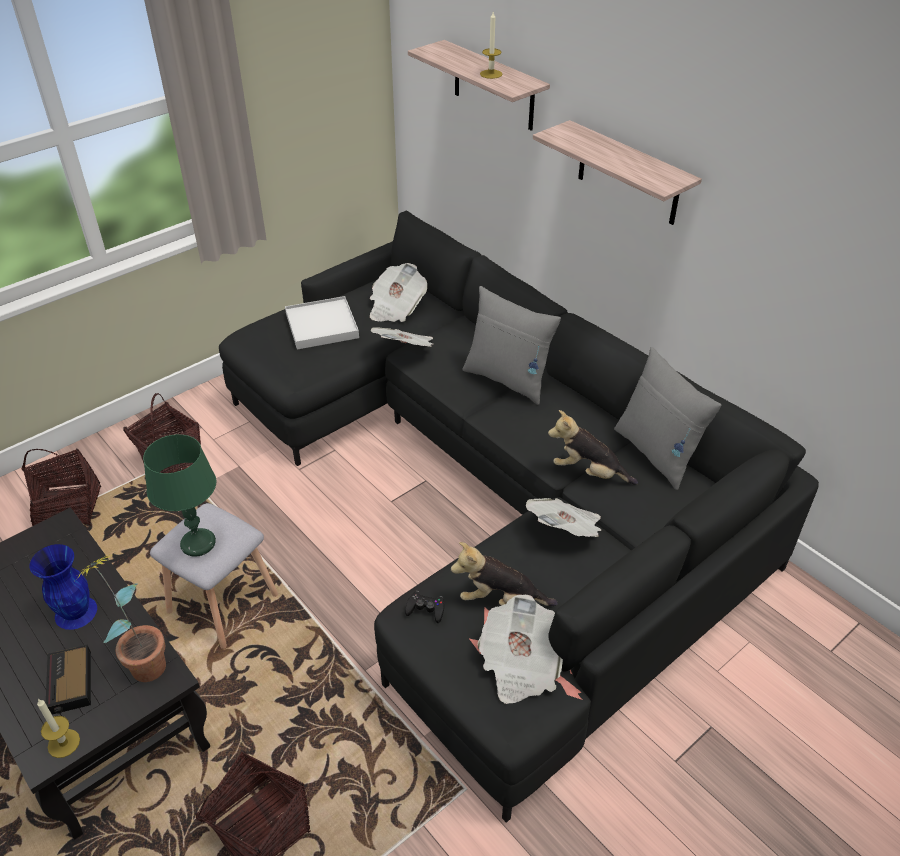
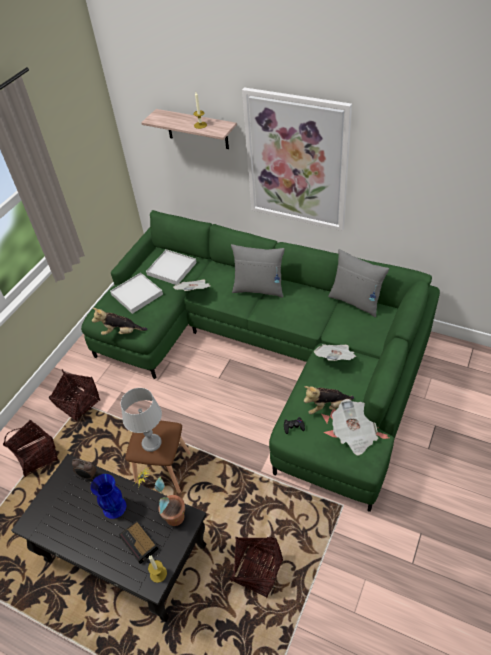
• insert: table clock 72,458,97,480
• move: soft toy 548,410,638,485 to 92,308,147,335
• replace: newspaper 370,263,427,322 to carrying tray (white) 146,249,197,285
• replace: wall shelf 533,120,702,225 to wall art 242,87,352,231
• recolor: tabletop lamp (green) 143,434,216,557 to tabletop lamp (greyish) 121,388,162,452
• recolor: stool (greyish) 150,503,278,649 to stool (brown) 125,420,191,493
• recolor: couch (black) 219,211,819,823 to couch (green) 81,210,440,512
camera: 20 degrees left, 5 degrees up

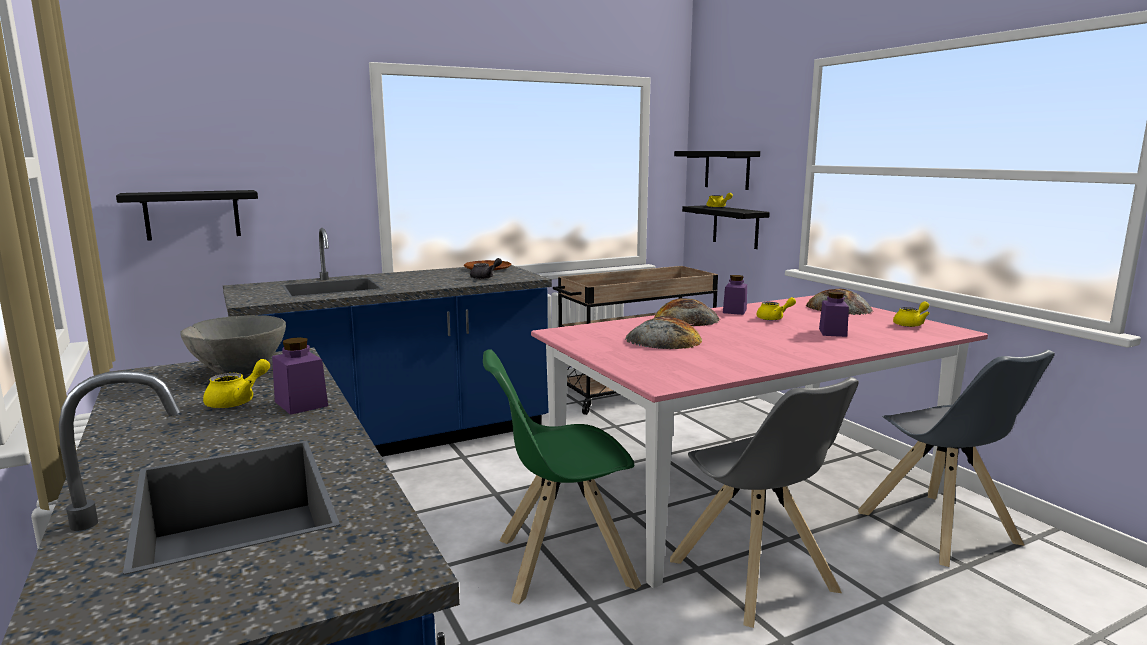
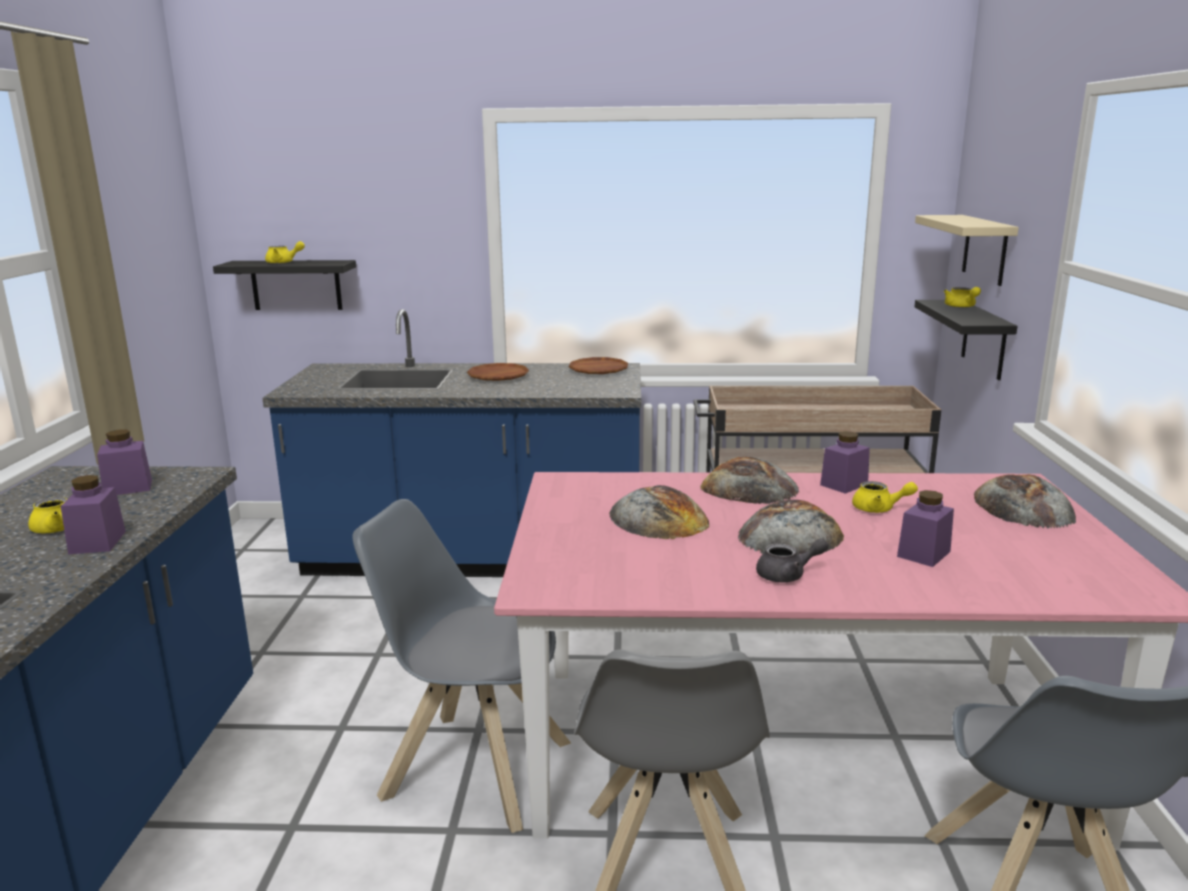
• insert: flat dish (brown) 467,363,529,381
• insert: bakery bread 738,500,844,556
• move: tea pot (greyish) 470,258,502,279 to 756,538,828,582
• move: tea pot (yellow) 893,301,930,327 to 265,241,305,264
• replace: deep dish (greyish) 180,315,286,375 to preserve jar (purplish) 97,430,152,495
• recolor: plain chair (green) 483,349,641,604 to plain chair (greyish) 352,499,571,833
• recolor: wall shelf (black) 674,151,760,190 to wall shelf (beige-coloured) 915,215,1019,286
camera: 30 degrees right, 5 degrees up

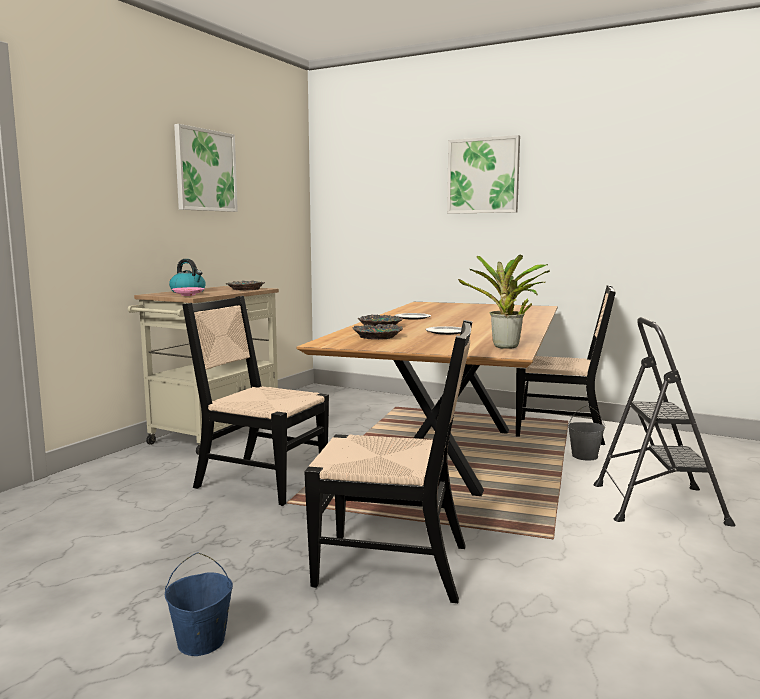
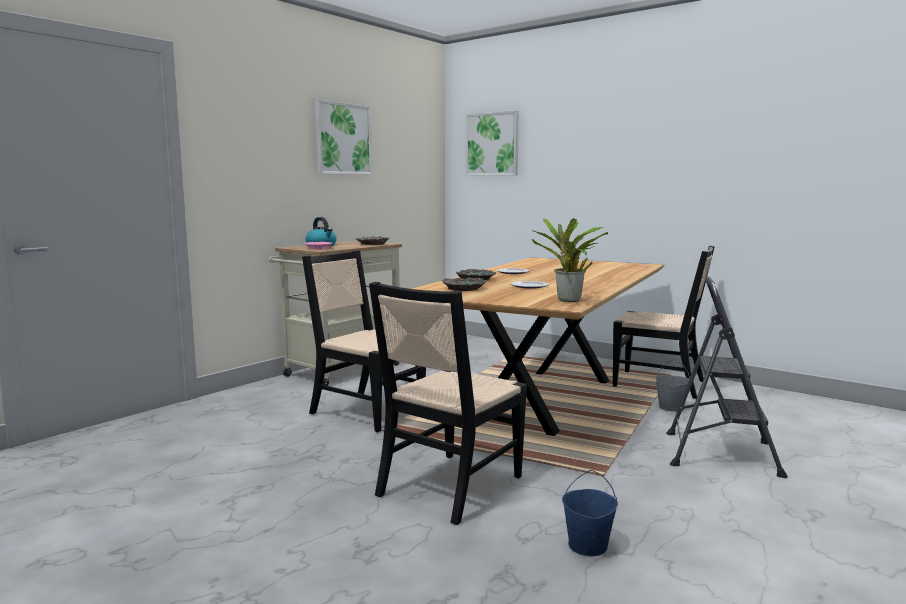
• move: pail (blue) 165,552,233,656 to 562,470,618,557
• move: wall art 447,135,520,214 to 465,110,519,176
• rotate: plain chair 305,320,472,603 = 369,282,527,525 105 degrees clockwise
camera: 10 degrees right, 0 degrees up

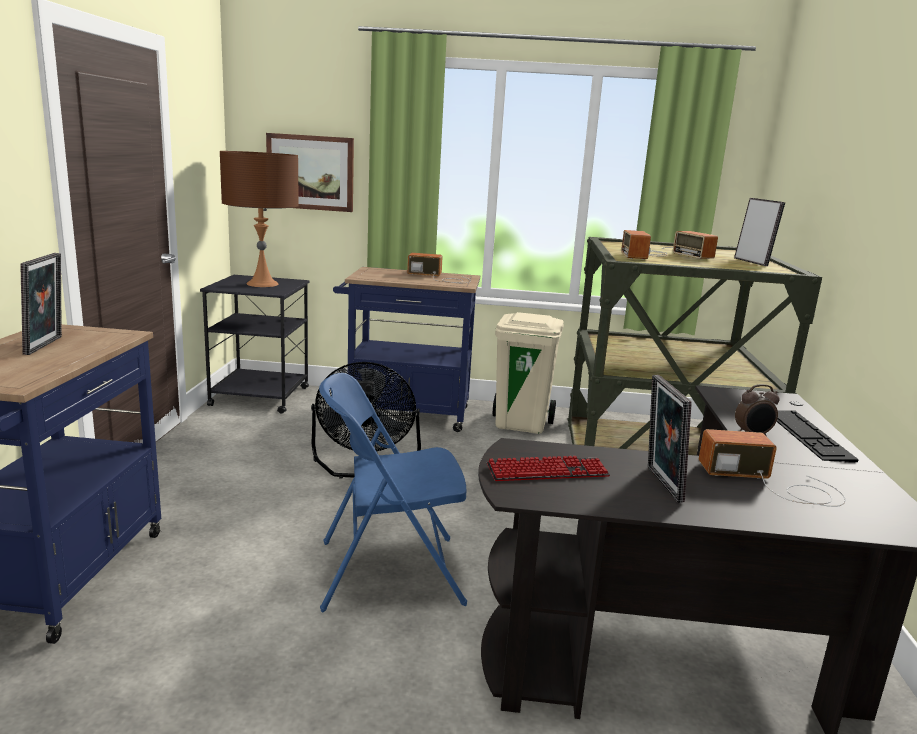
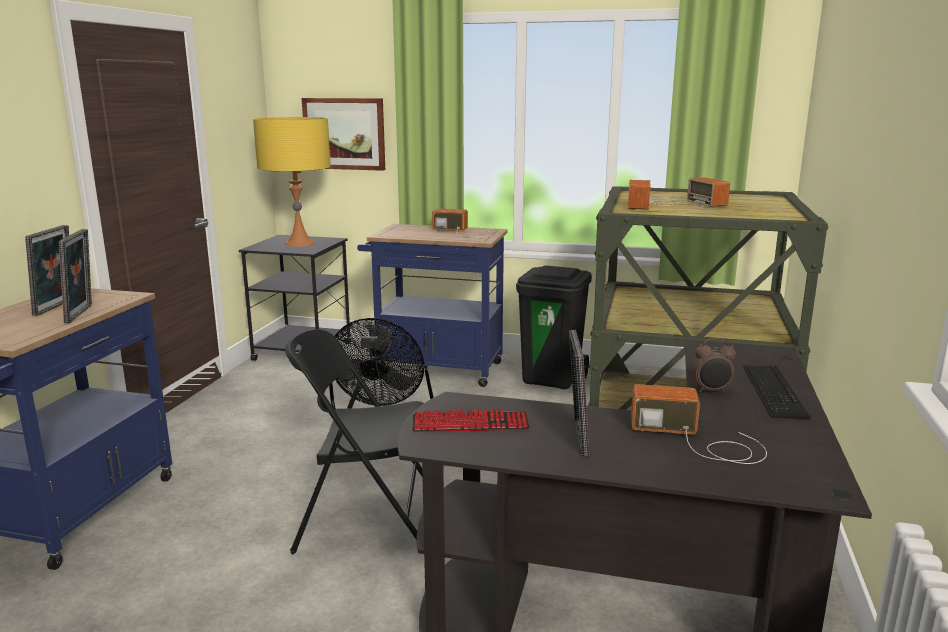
• move: picture frame 734,198,785,266 to 59,229,92,323
• recolor: tabletop lamp (brown) 220,151,299,287 to tabletop lamp (yellow) 253,117,331,247
• recolor: plain chair (blue) 319,373,467,613 to plain chair (black) 285,329,424,554
• recolor: waste bin (beige-coloured) 493,312,564,434 to waste bin (black) 516,265,592,389
camera: 10 degrees right, 0 degrees up

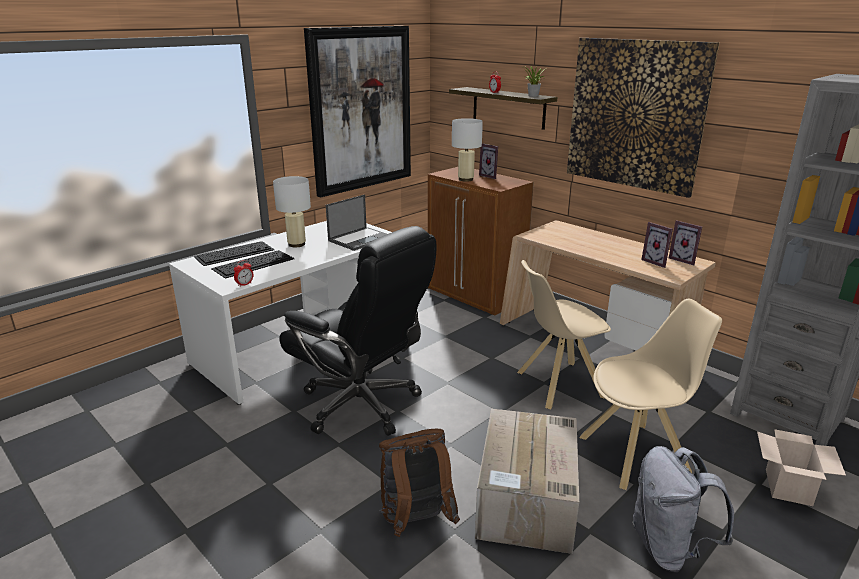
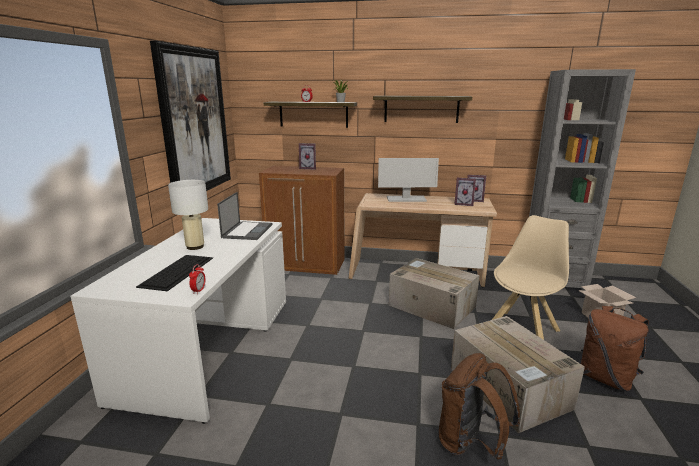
• delete: computer keyboard 194,241,274,266
• delete: office chair (black) 279,226,436,436
• delete: tabletop lamp (white) 452,118,483,182
• insert: monitor 378,158,439,202
• replace: plain chair (beige-coloured) 517,260,611,409 to carton 389,258,480,329
• replace: wall art 567,38,719,198 to wall shelf 373,96,472,123
• recolor: rucksack (greyish) 632,446,734,572 to rucksack (brown) 581,306,649,391
camera: 35 degrees left, 5 degrees down

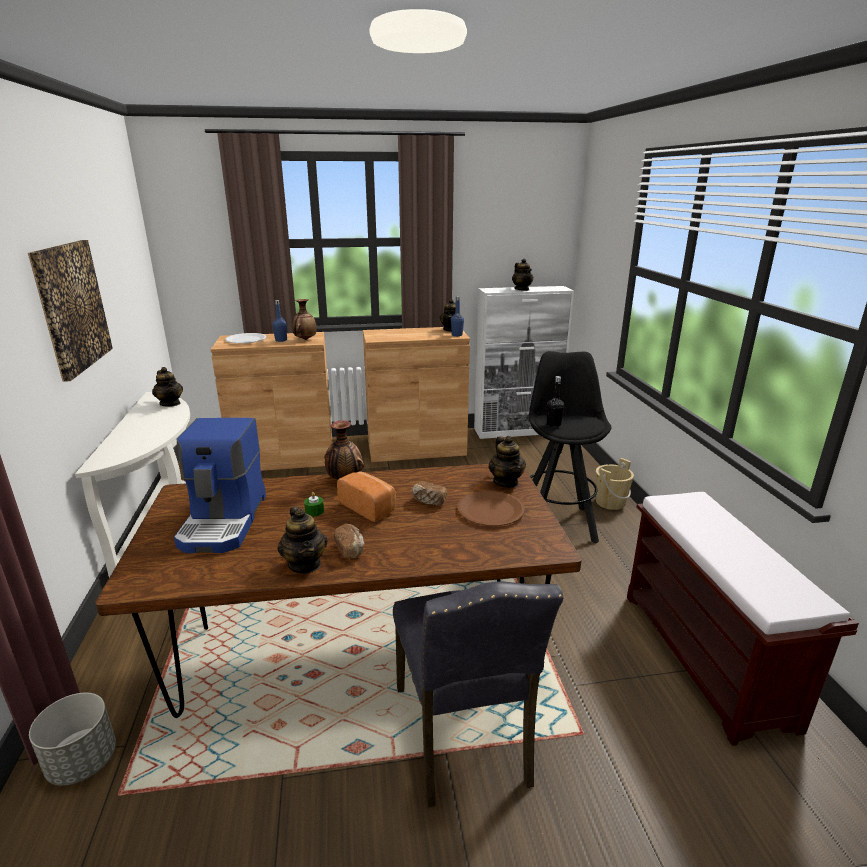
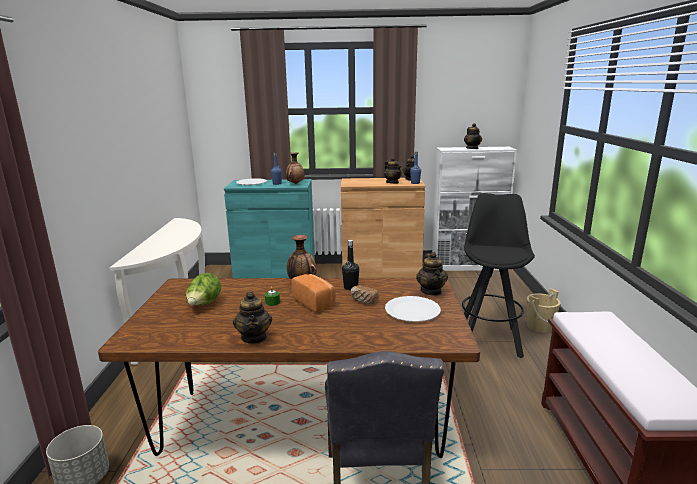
• delete: wall art 28,240,113,382
• delete: bakery bread 333,524,364,558
• move: tea pot 152,367,183,407 to 384,157,402,184
• move: bottle (black) 547,376,565,427 to 342,240,359,290
• replace: coffee machine 174,418,266,553 to head of lettuce 186,273,221,305
• recolor: cabinet (brown) 210,332,333,471 to cabinet (blue-green) 224,179,315,278
• recolor: flat dish (brown) 458,491,525,526 to flat dish (white) 385,296,441,322
camera: 10 degrees right, 5 degrees down

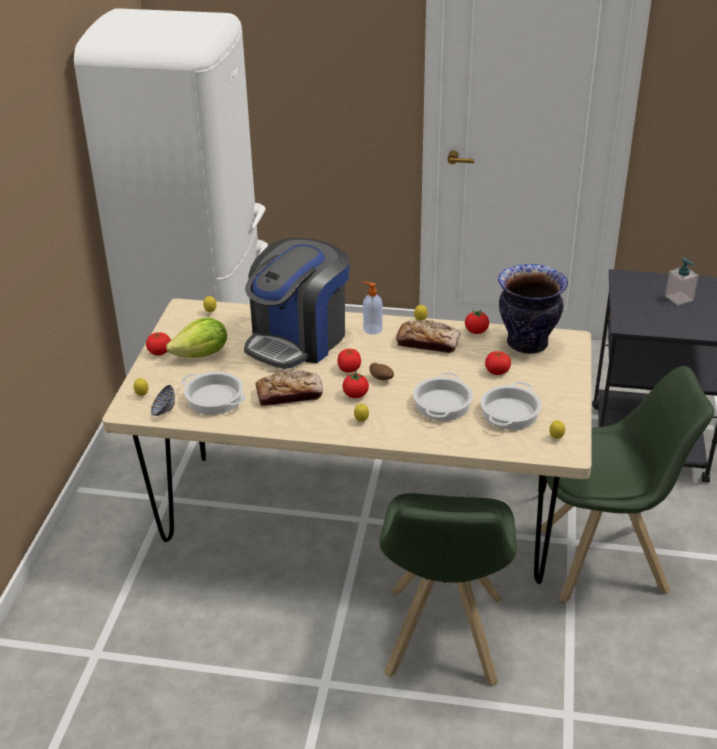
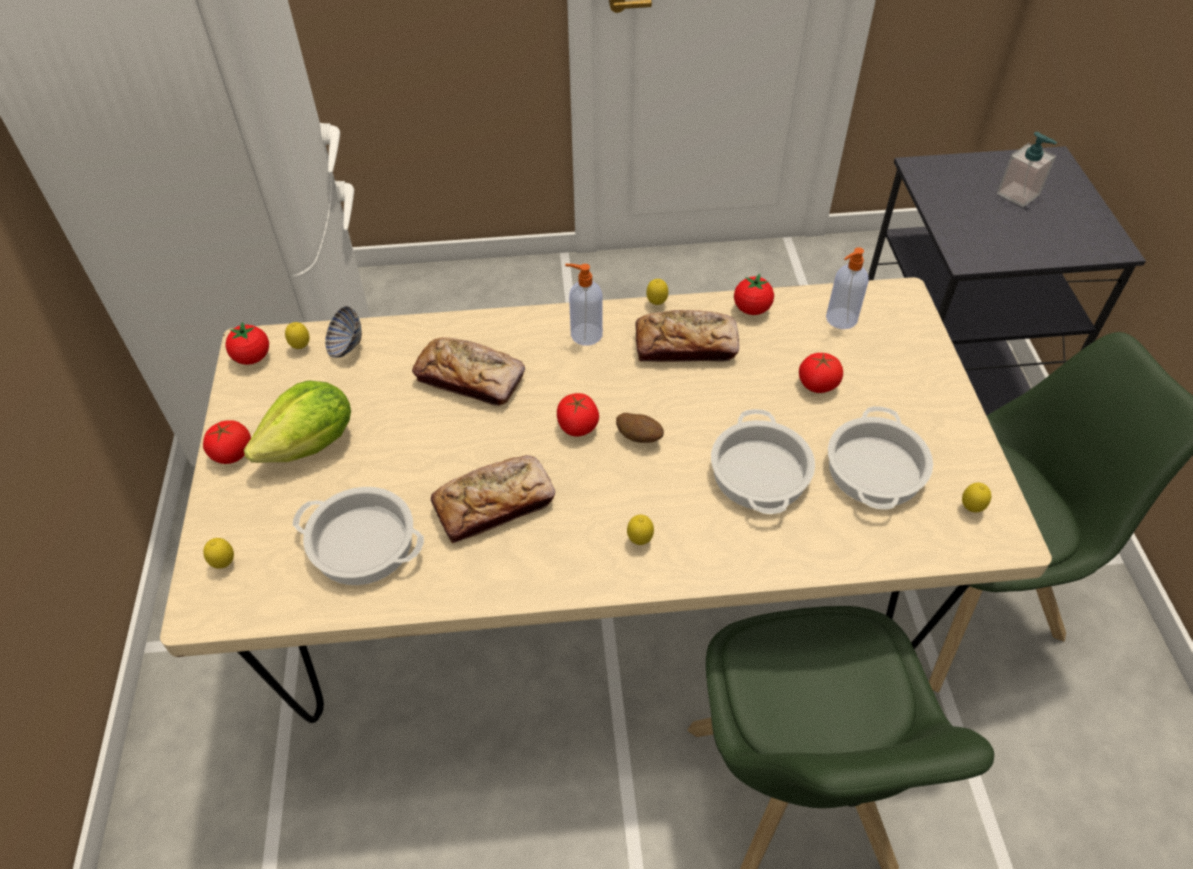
• move: deep dish 151,385,175,416 to 325,306,362,358
• move: tomato 342,372,369,398 to 225,322,269,365
• replace: coffee machine 244,238,349,369 to bakery bread 412,337,525,406
• replace: flower vase 498,264,568,354 to soap dispenser 826,247,869,329
camera: 15 degrees left, 15 degrees up

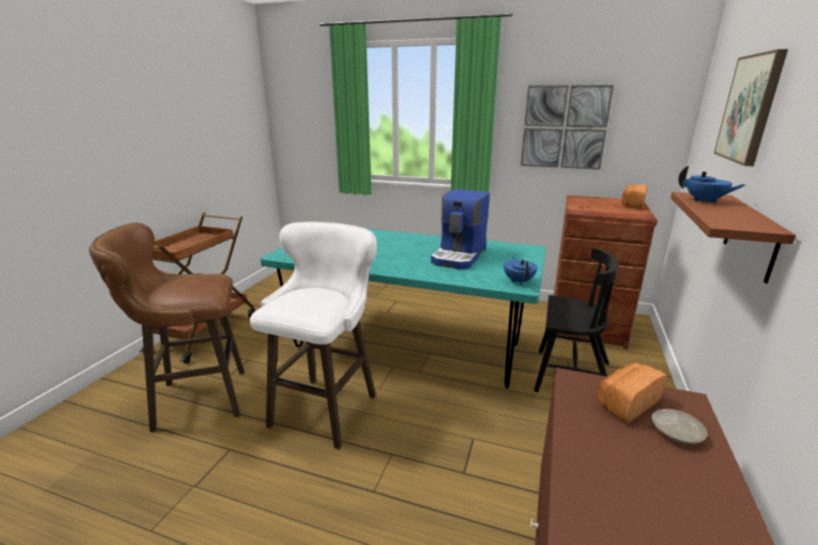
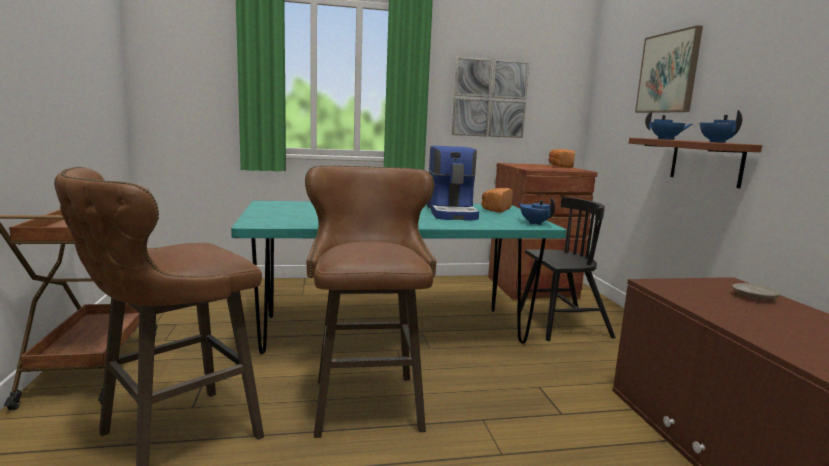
• insert: tea pot (blue) 699,110,742,143
• move: bakery bread 598,363,667,423 to 482,188,513,212
• recolor: stool (white) 250,222,377,449 to stool (brown) 305,166,436,438
camera: 30 degrees left, 10 degrees down

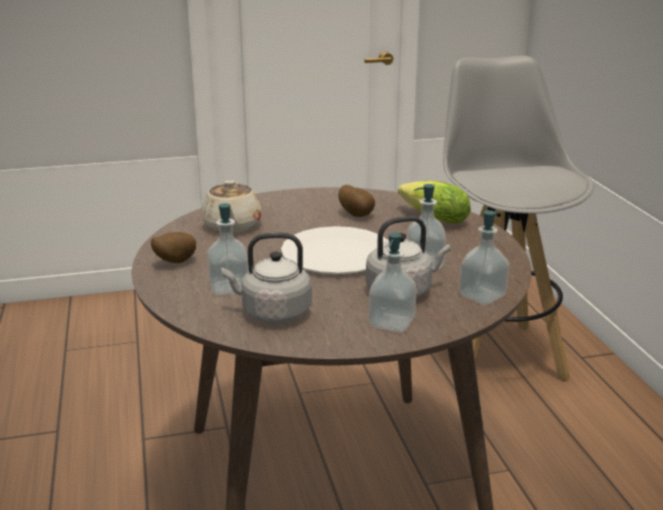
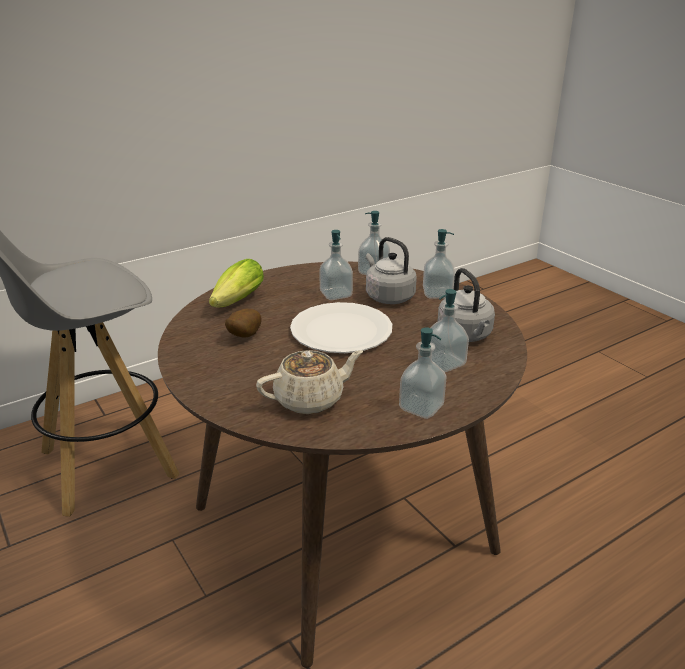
• replace: whole potato 150,232,196,263 to soap dispenser 399,327,447,419
camera: 110 degrees left, 5 degrees up

